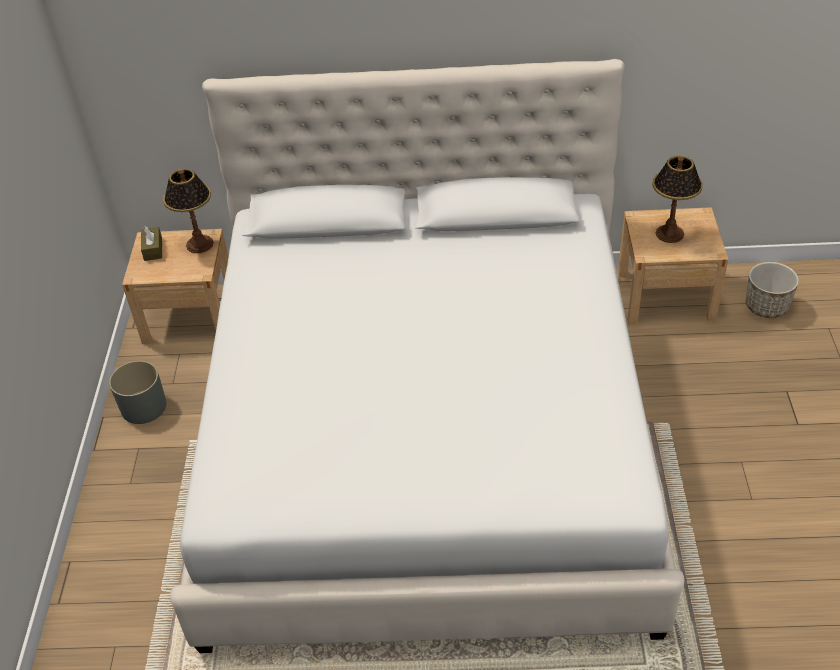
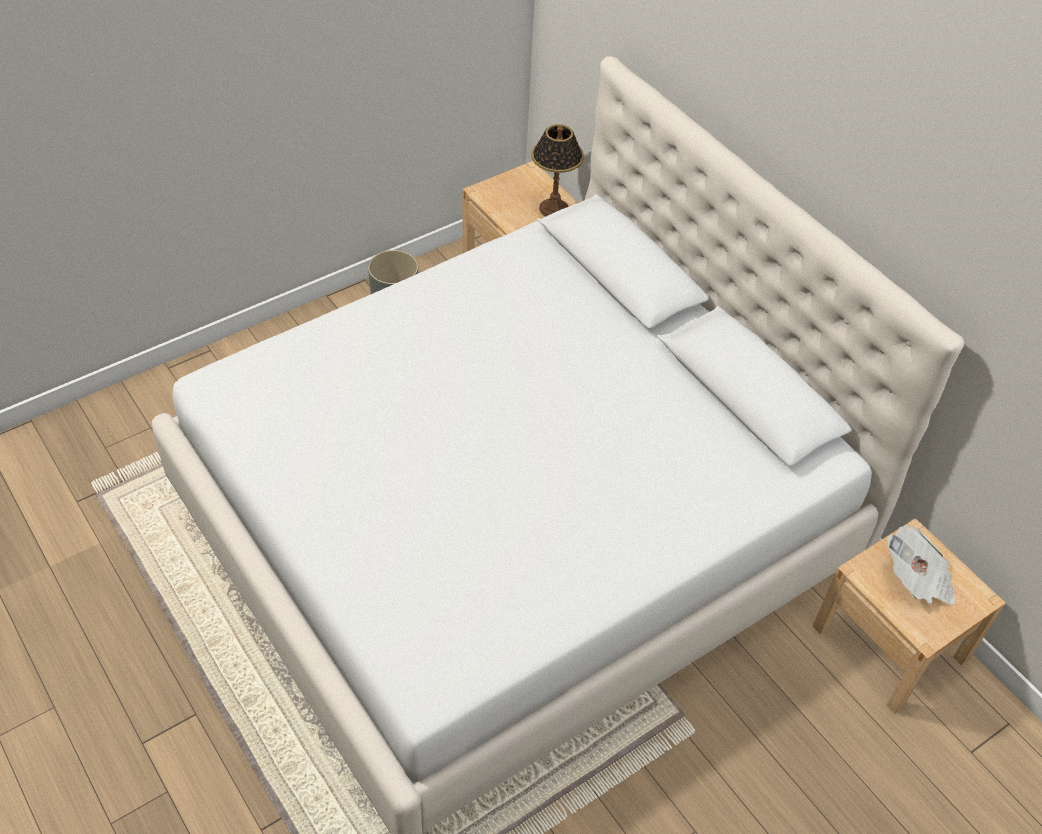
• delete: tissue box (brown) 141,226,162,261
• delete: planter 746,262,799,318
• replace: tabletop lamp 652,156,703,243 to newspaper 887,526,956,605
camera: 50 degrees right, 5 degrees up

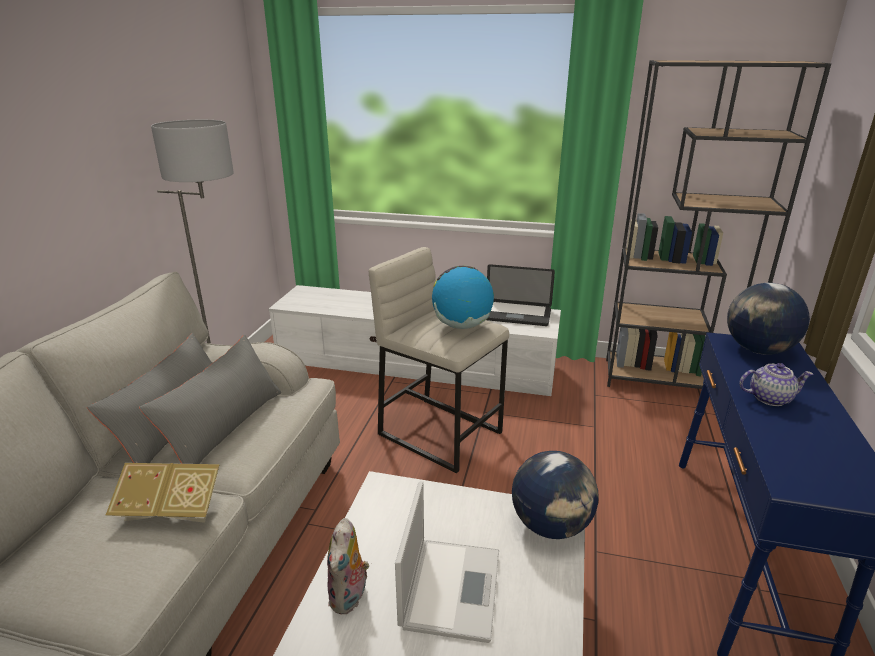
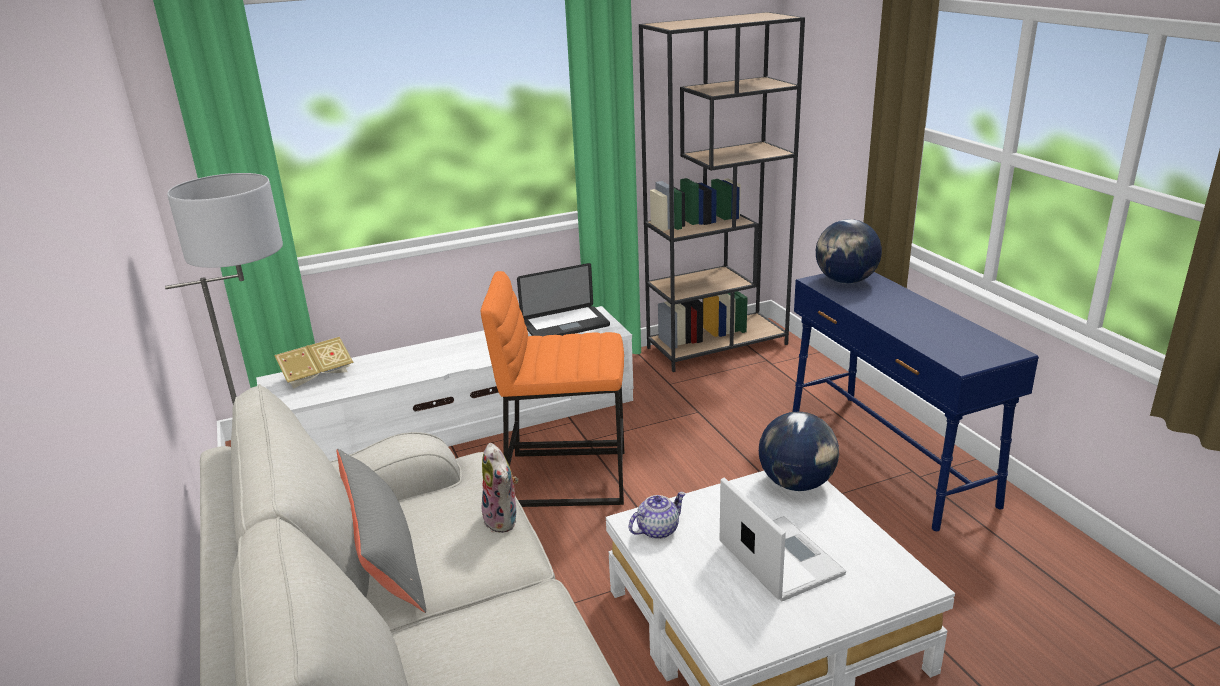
• delete: throw pillow (greyish) 139,335,281,464
• delete: desk globe 432,266,494,329
• move: bound book 106,463,220,523 to 274,337,354,389
• move: soft toy 327,518,369,614 to 482,443,518,533
• move: tea pot 739,363,814,406 to 629,492,686,539
• recolor: stool (beige-coloured) 369,247,509,473 to stool (orangey) 481,271,624,507
camera: 35 degrees left, 0 degrees up

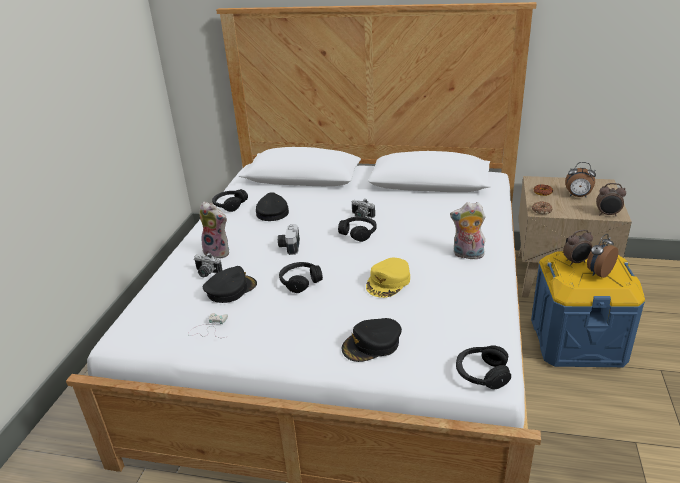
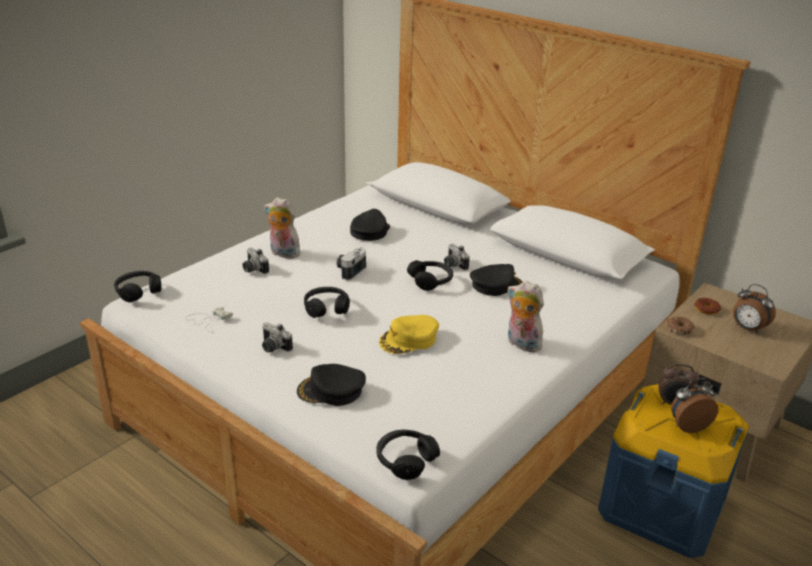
• delete: table clock 596,183,626,217
• insert: still camera 262,322,293,352
• move: baseball cap (black) 203,266,257,303 to 470,264,522,296
• move: headphones (black) 212,189,248,212 to 114,271,162,302
• rotate: soft toy 199,202,229,259 = 264,197,300,259 150 degrees clockwise
camera: 25 degrees right, 0 degrees up

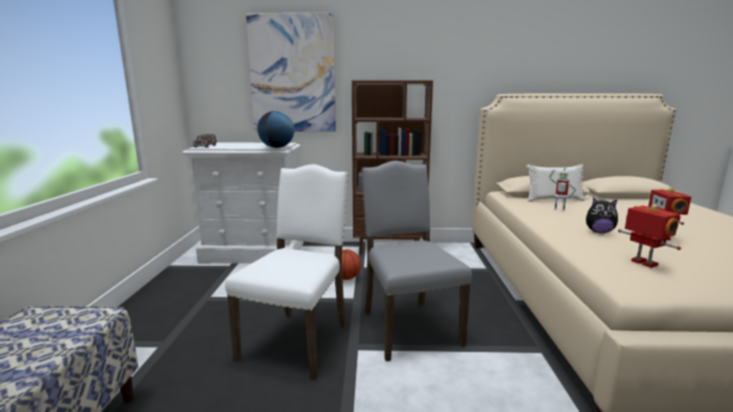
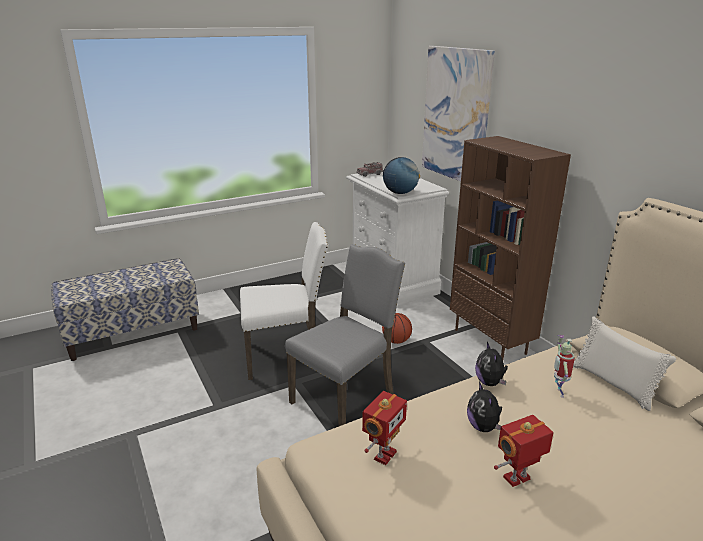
• insert: soft toy 475,342,508,386
camera: 60 degrees right, 10 degrees up

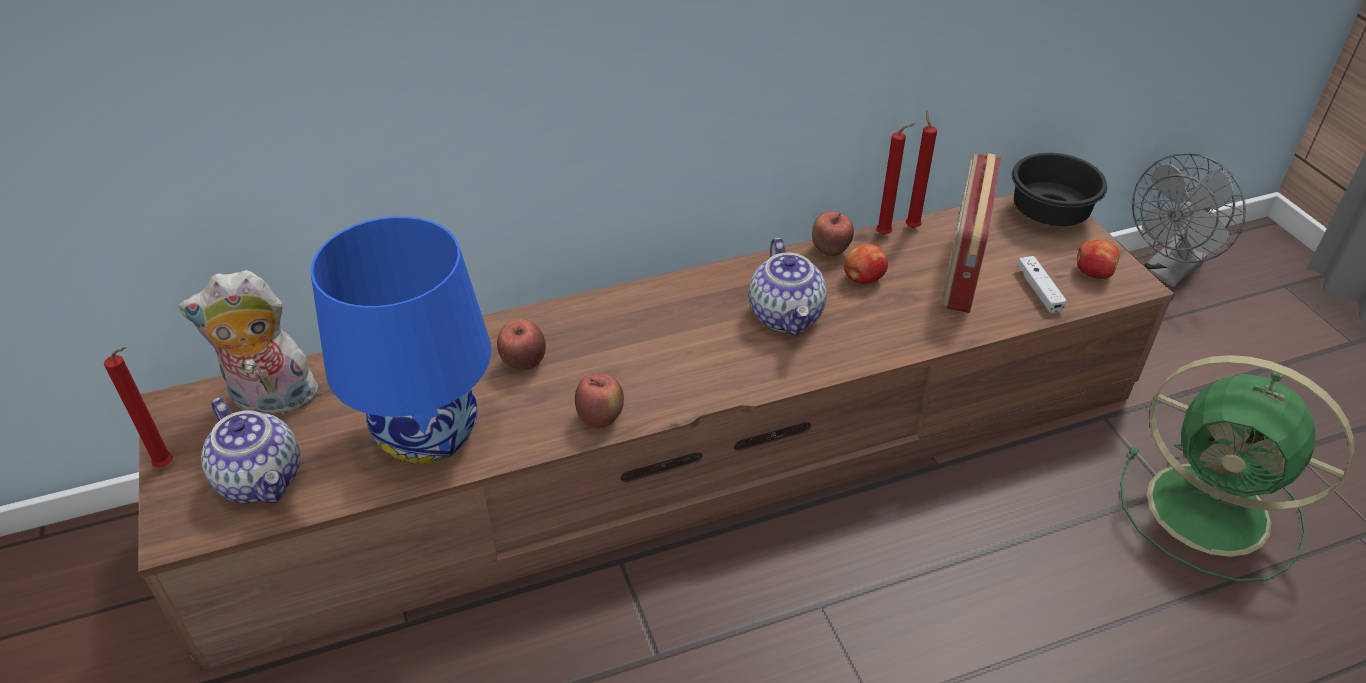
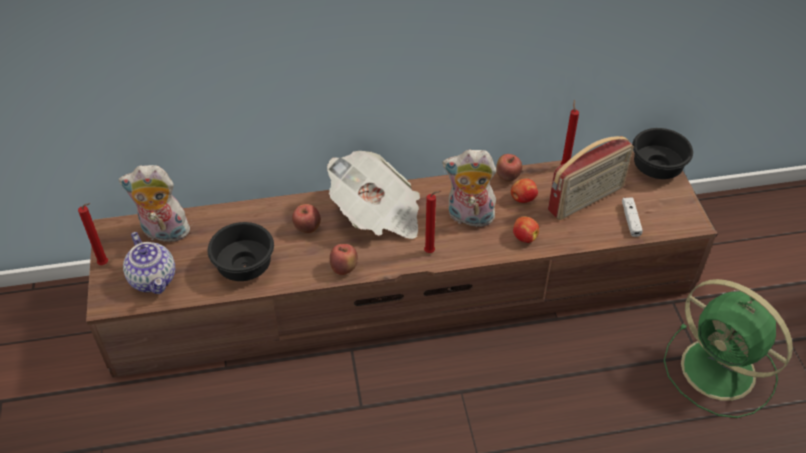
• delete: cooling fan (greyish) 1132,153,1246,287
• insert: newspaper 327,151,420,239
• move: wax candle (red) 876,123,915,235 to 424,191,441,253
• move: whole apple 1077,239,1120,279 to 513,216,539,243
• replace: tabletop lamp (blue) 310,216,491,465 to deep dish (black) 207,222,274,281
• replace: tea pot 749,237,827,336 to soft toy 442,149,499,227
• rotate: radio set 943,153,1001,313 = 548,136,634,220 150 degrees counterclockwise
camera: 10 degrees right, 5 degrees up

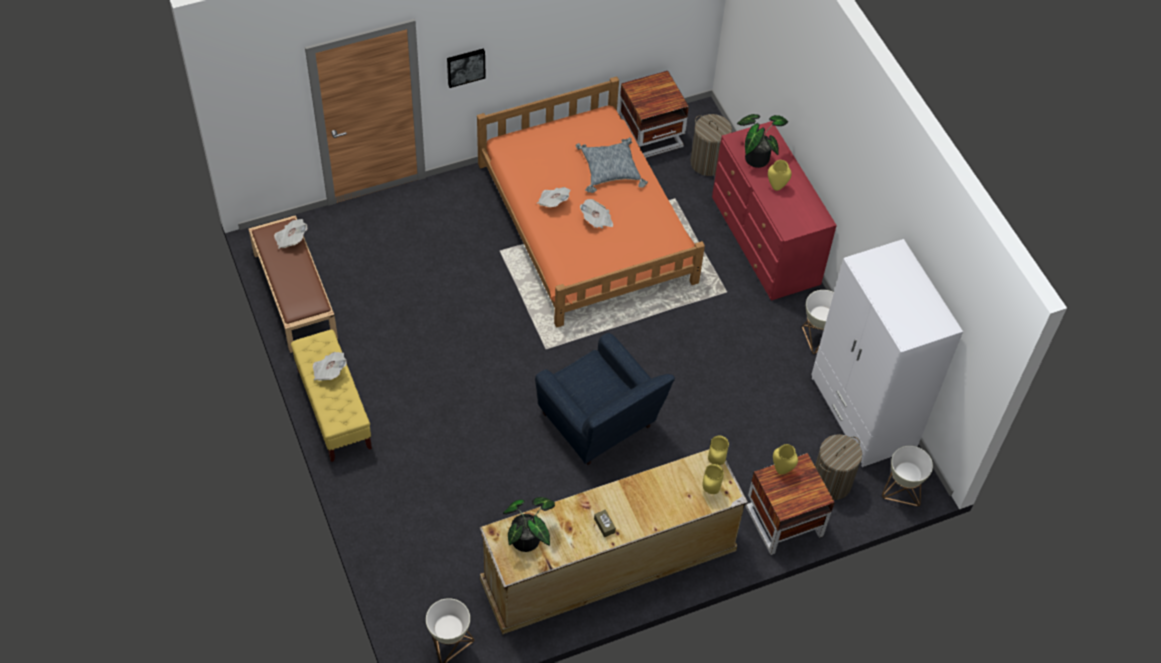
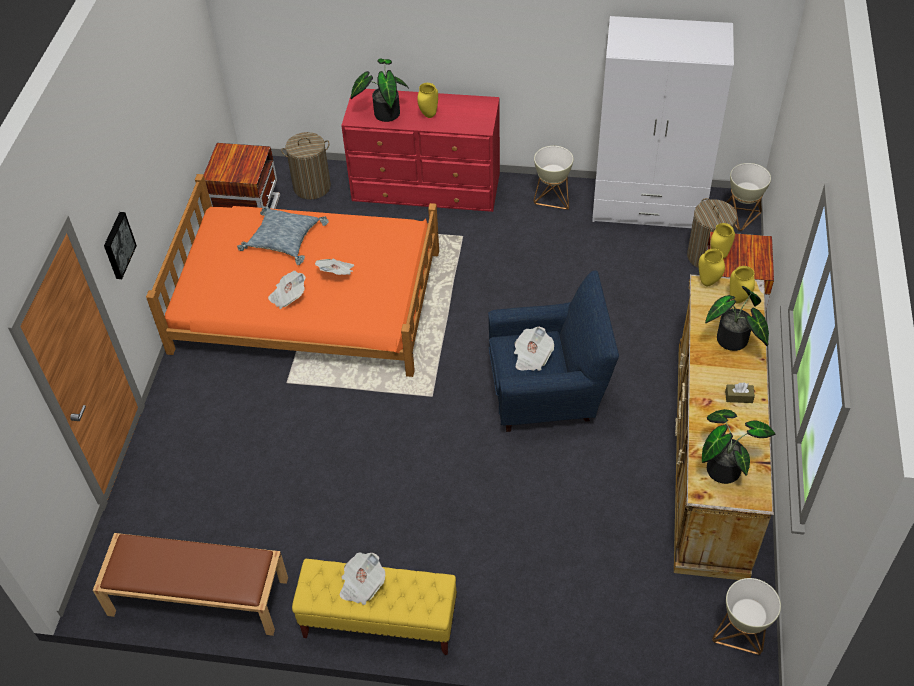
• insert: potted plant 705,286,769,351
• move: newspaper 274,219,307,249 to 514,327,554,371
camera: 55 degrees left, 5 degrees down

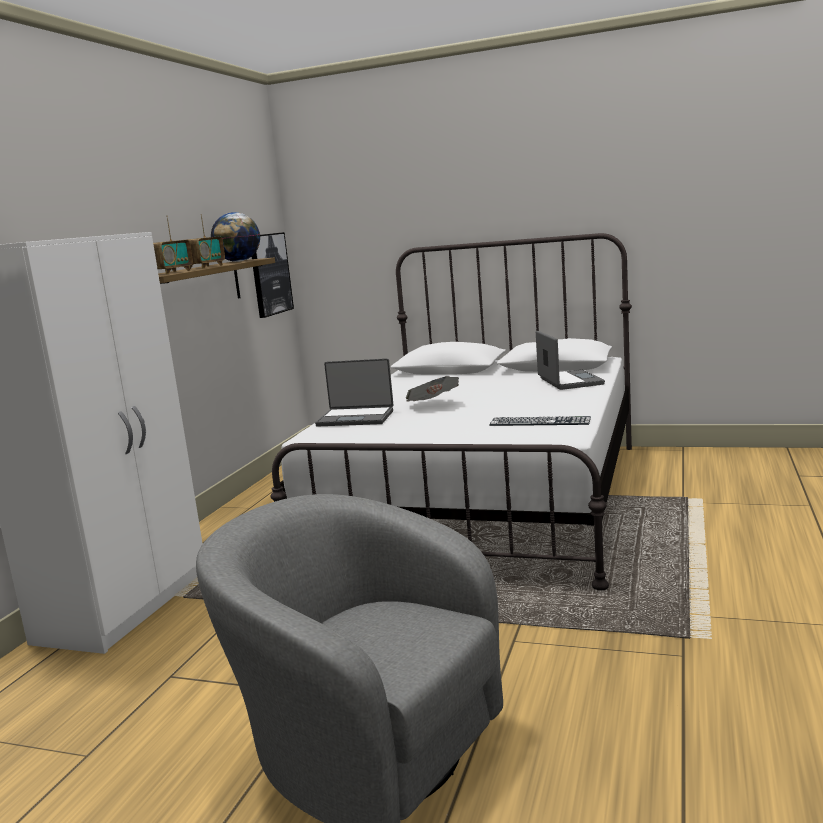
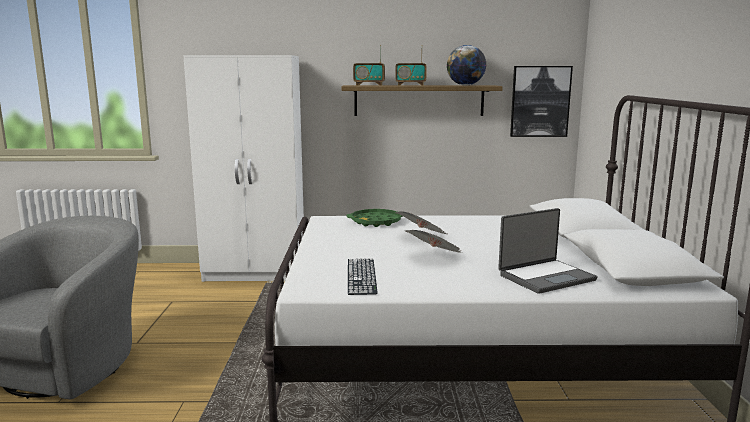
• insert: newspaper 405,230,461,252
• replace: notebook computer 315,358,393,427 to carrying tray (green) 347,209,404,227
camera: 70 degrees right, 0 degrees up

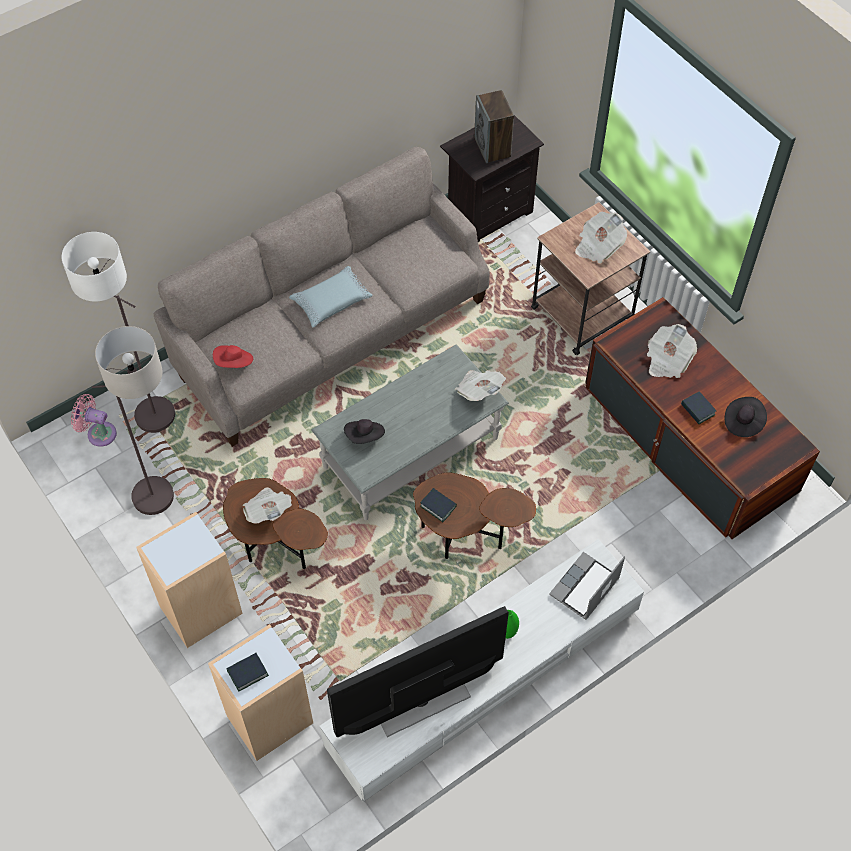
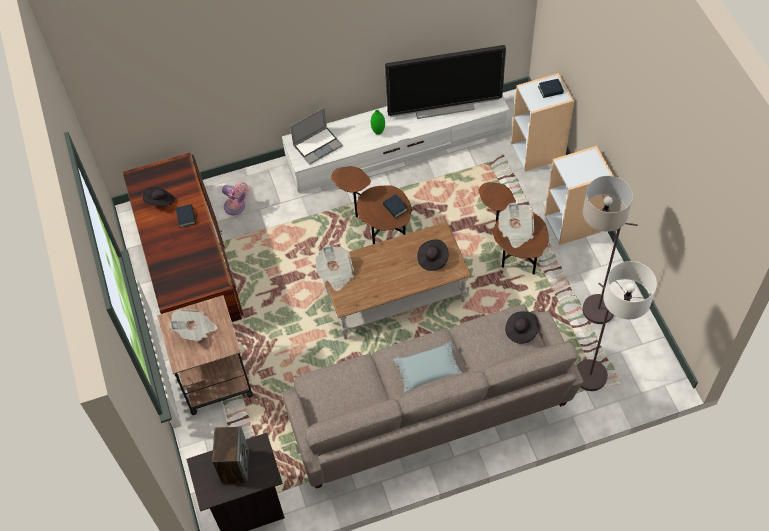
• delete: newspaper 647,324,697,378
• move: cooling fan (pinkish) 71,394,117,447 to 222,182,249,215
• recolor: clothing hat (red) 213,345,253,368 to clothing hat (black) 505,311,539,344
• recolor: lounge table (greyish) 311,344,509,520 to lounge table (brown) 324,222,472,339
camera: 160 degrees left, 0 degrees up

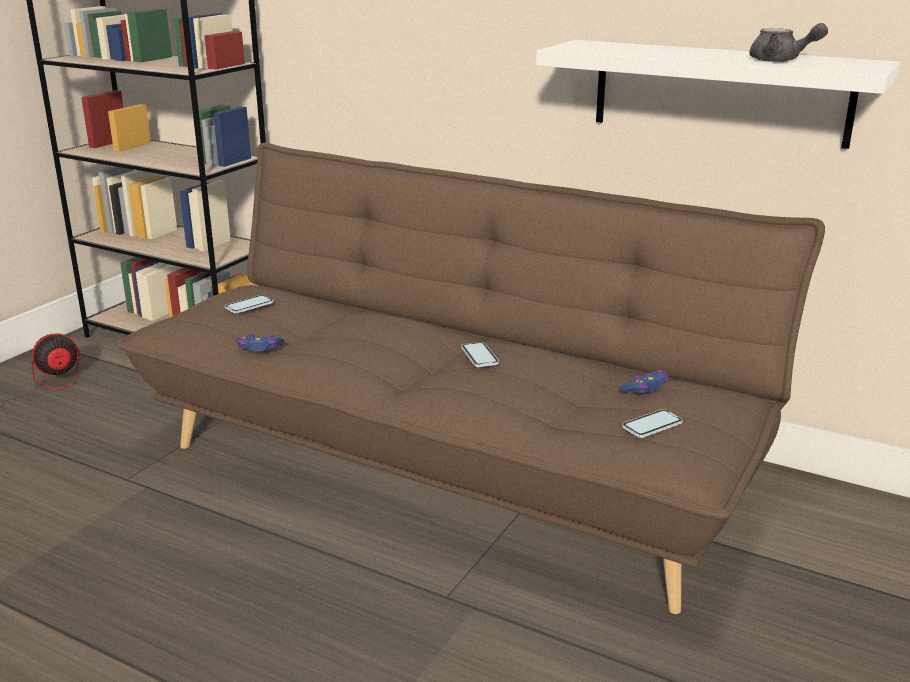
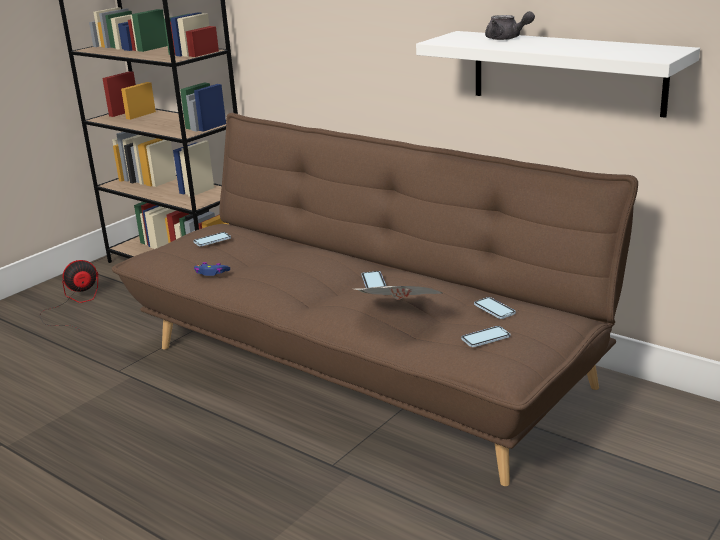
• insert: newspaper 355,286,442,300
• move: tea pot (greyish) 749,23,828,62 to 485,11,535,40
• replace: joypad (blue) 619,370,668,393 to phone 474,297,516,319
camera: 10 degrees right, 0 degrees up

